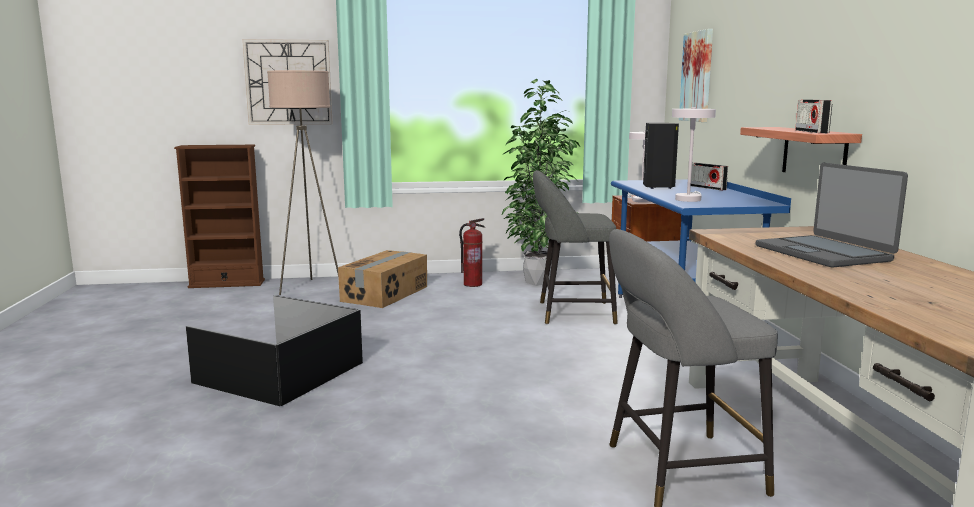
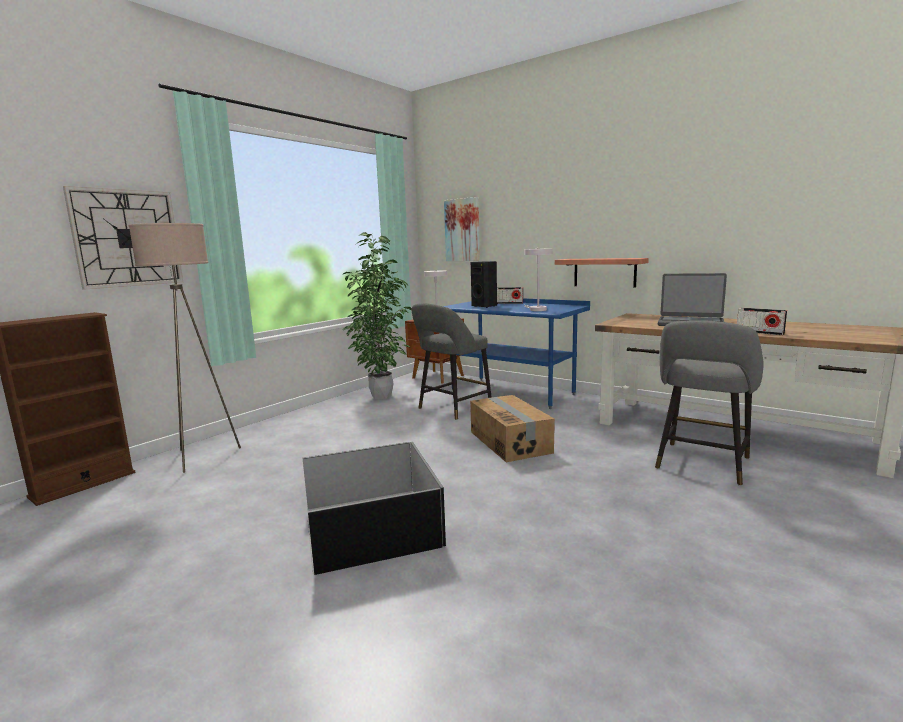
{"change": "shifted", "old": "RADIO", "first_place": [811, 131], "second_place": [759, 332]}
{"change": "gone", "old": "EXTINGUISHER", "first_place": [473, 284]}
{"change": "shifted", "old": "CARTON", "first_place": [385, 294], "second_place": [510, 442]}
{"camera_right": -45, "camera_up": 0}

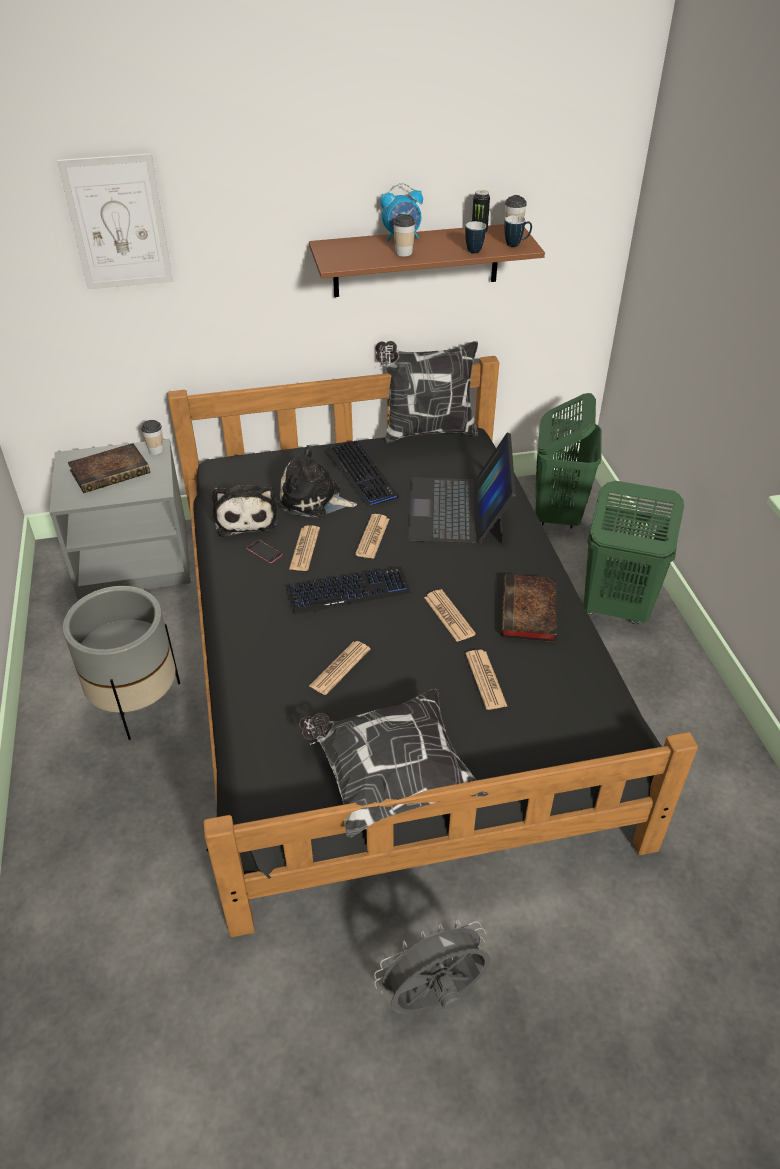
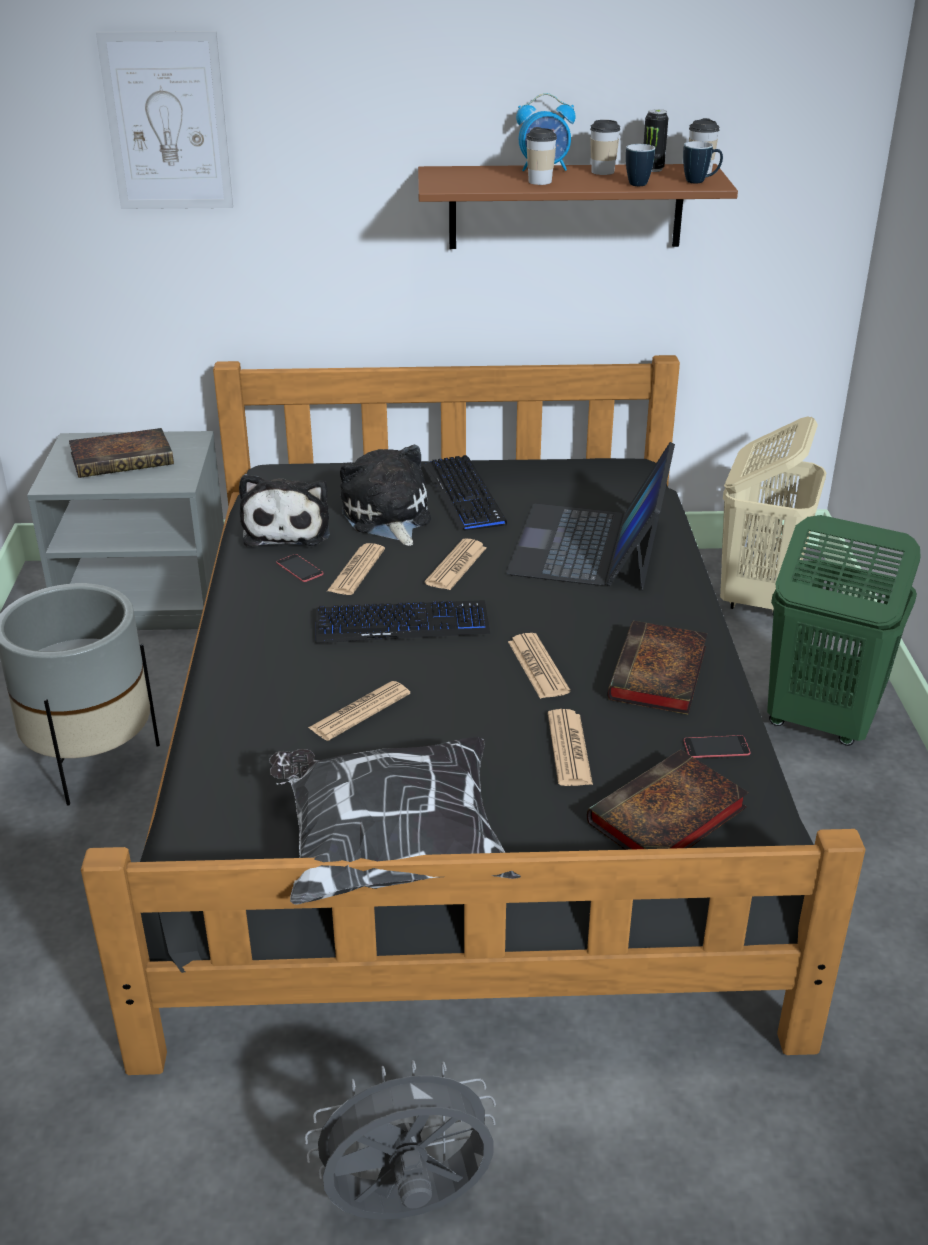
{"change": "gone", "old": "PILLOW", "first_place": [426, 431]}
{"change": "repainted", "old": "GREEN-COLOURED LAUNDRY BASKET", "new": "SAND-COLOURED LAUNDRY BASKET", "first_place": [557, 513], "second_place": [757, 597]}
{"change": "shifted", "old": "CUP", "first_place": [156, 450], "second_place": [602, 172]}
{"change": "rotated", "old": "CUDDLY TOY", "first_place": [313, 500], "second_place": [387, 517], "degrees": 45}
{"change": "new", "new": "TELEPHONE", "second_place": [716, 747]}
{"change": "new", "new": "BOUND BOOK", "second_place": [665, 819]}
{"camera_right": 10, "camera_up": -10}

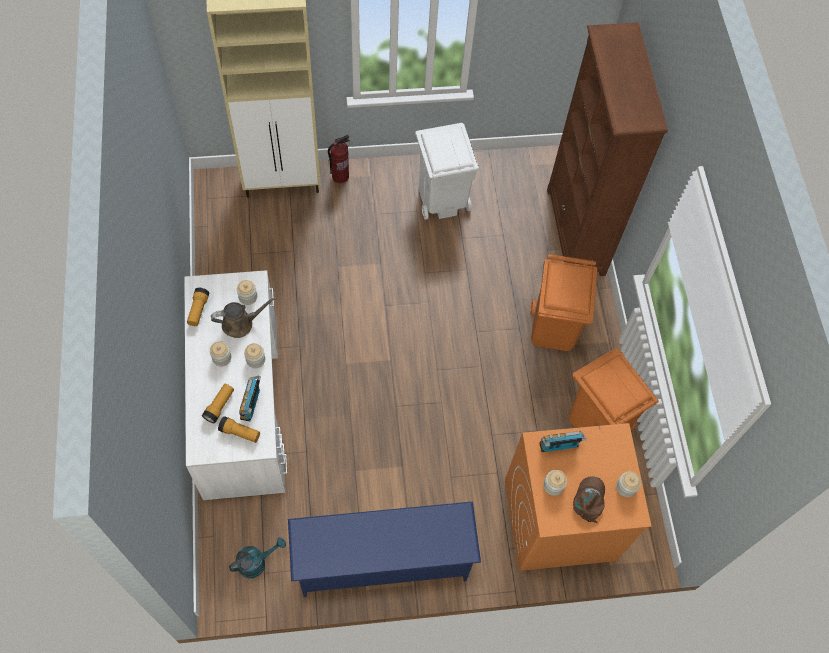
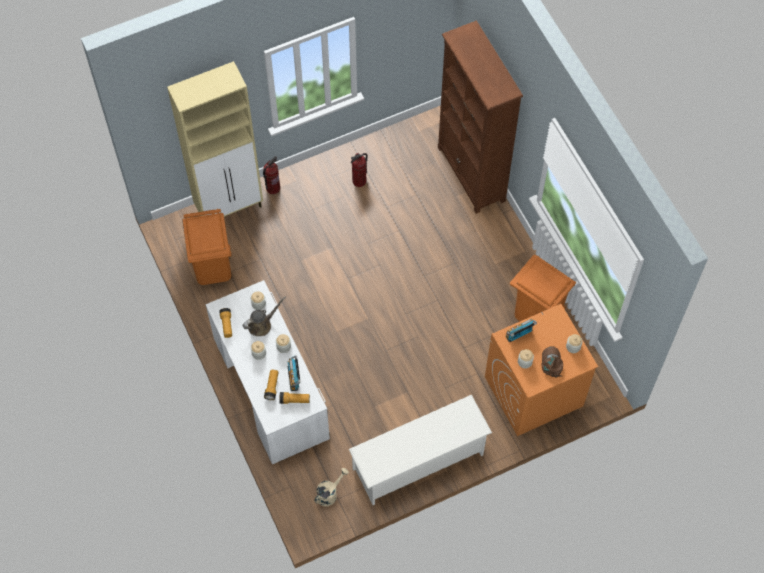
{"change": "swapped", "old": "WHITE RUBBISH BIN", "new": "EXTINGUISHER", "first_place": [441, 199], "second_place": [359, 181]}
{"change": "shifted", "old": "ORANGE-COLOURED RUBBISH BIN", "first_place": [554, 329], "second_place": [213, 267]}
{"change": "repainted", "old": "BLUE SHOE STAND", "new": "WHITE SHOE STAND", "first_place": [382, 560], "second_place": [418, 462]}
{"change": "repainted", "old": "TURQUOISE WATERING POT", "new": "SAND-COLOURED WATERING POT", "first_place": [257, 562], "second_place": [329, 493]}
{"camera_right": -15, "camera_up": 0}

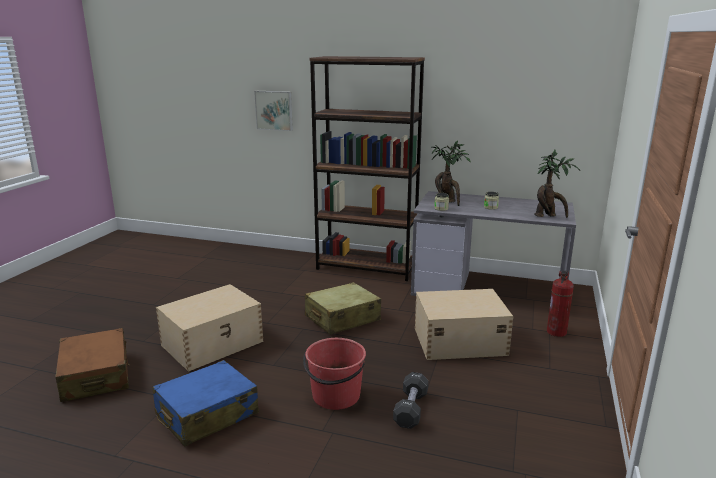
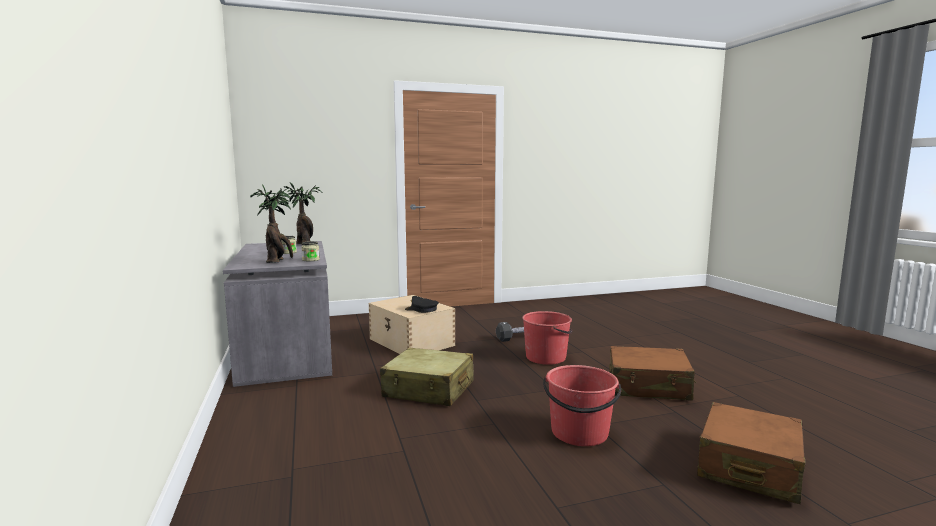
{"change": "gone", "old": "BROWNISH SHELVING UNIT", "first_place": [366, 267]}
{"change": "gone", "old": "WALL PICTURE", "first_place": [274, 110]}
{"change": "gone", "old": "EXTINGUISHER", "first_place": [557, 332]}
{"change": "swapped", "old": "SAND-COLOURED STORAGE CONTAINER", "new": "REDDISH WATER BUCKET", "first_place": [213, 343], "second_place": [579, 433]}
{"change": "repainted", "old": "BLUE TRAVEL CASE", "new": "BROWNISH TRAVEL CASE", "first_place": [206, 414], "second_place": [648, 386]}
{"change": "new", "new": "BLACK BASEBALL CAP", "second_place": [421, 309]}
{"camera_right": -125, "camera_up": -10}

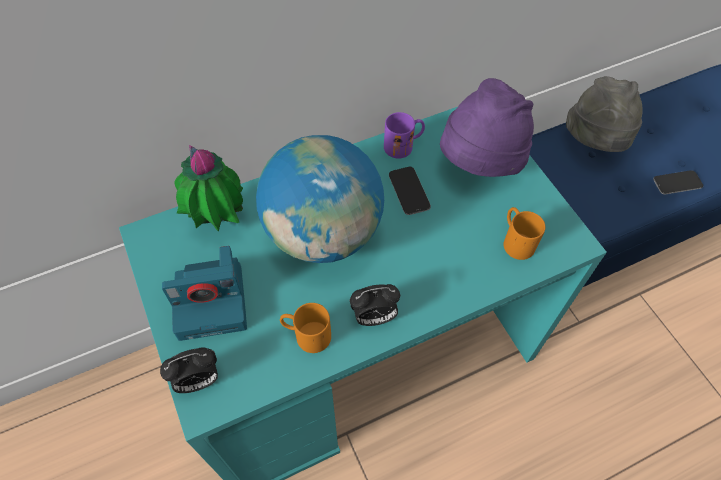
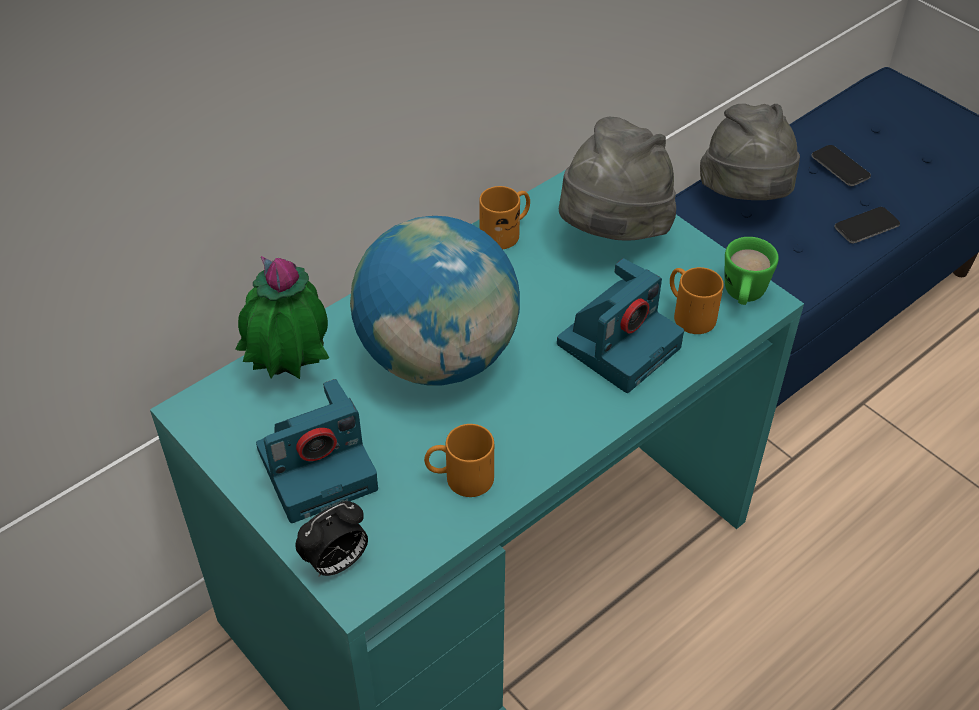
{"change": "repainted", "old": "PURPLE HAT", "new": "GREY HAT", "first_place": [479, 162], "second_place": [612, 233]}
{"change": "repainted", "old": "PURPLE MUG", "new": "ORANGE-COLOURED MUG", "first_place": [403, 145], "second_place": [506, 232]}
{"change": "shifted", "old": "TELEPHONE", "first_place": [409, 191], "second_place": [840, 167]}
{"change": "gone", "old": "BEDSIDE CLOCK", "first_place": [374, 317]}
{"change": "new", "new": "GREEN-COLOURED MUG", "second_place": [743, 297]}
{"change": "new", "new": "PHOTO CAMERA", "second_place": [619, 344]}
{"camera_right": -15, "camera_up": -10}

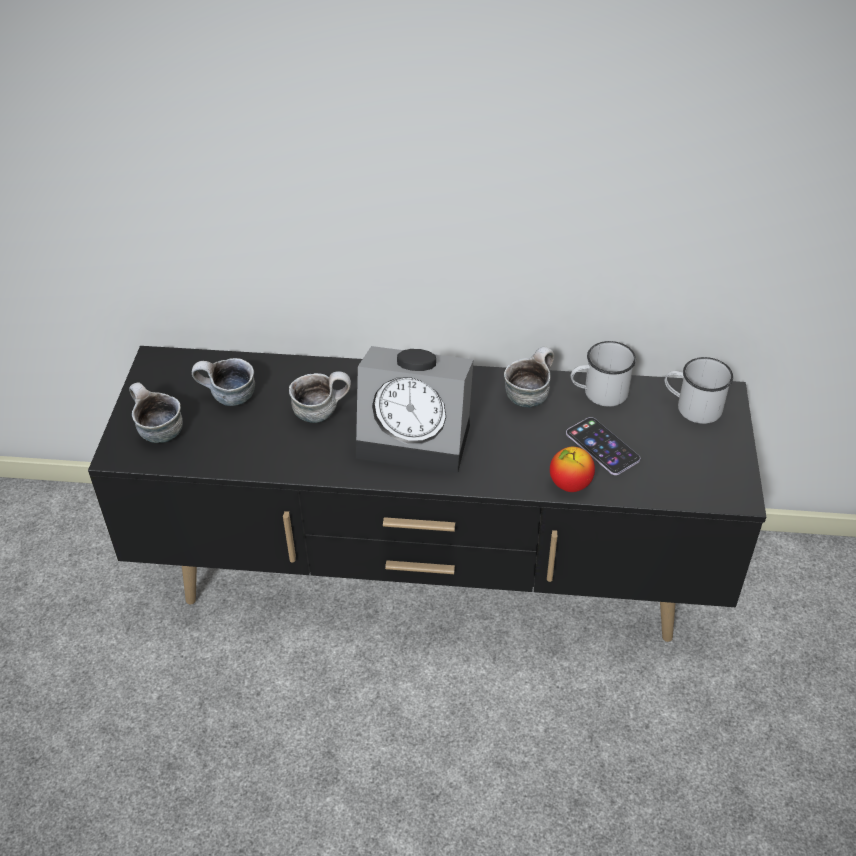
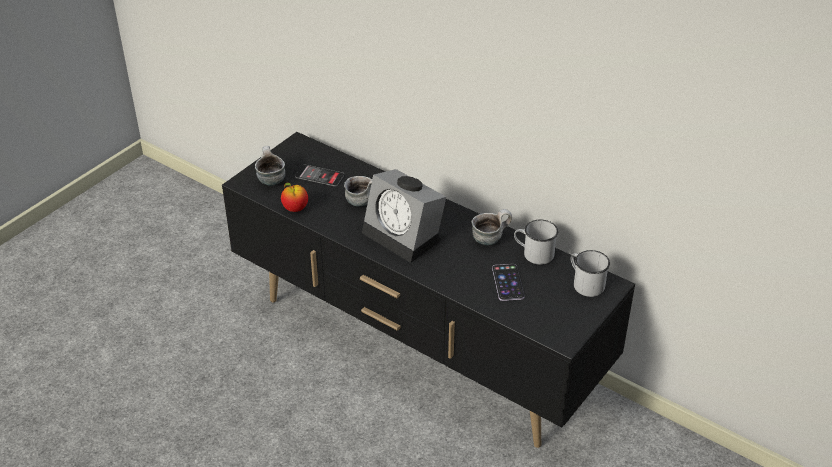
{"change": "swapped", "old": "MUG", "new": "TELEPHONE", "first_place": [227, 398], "second_place": [319, 176]}
{"change": "shifted", "old": "APPLE", "first_place": [570, 485], "second_place": [295, 209]}
{"camera_right": 30, "camera_up": -5}

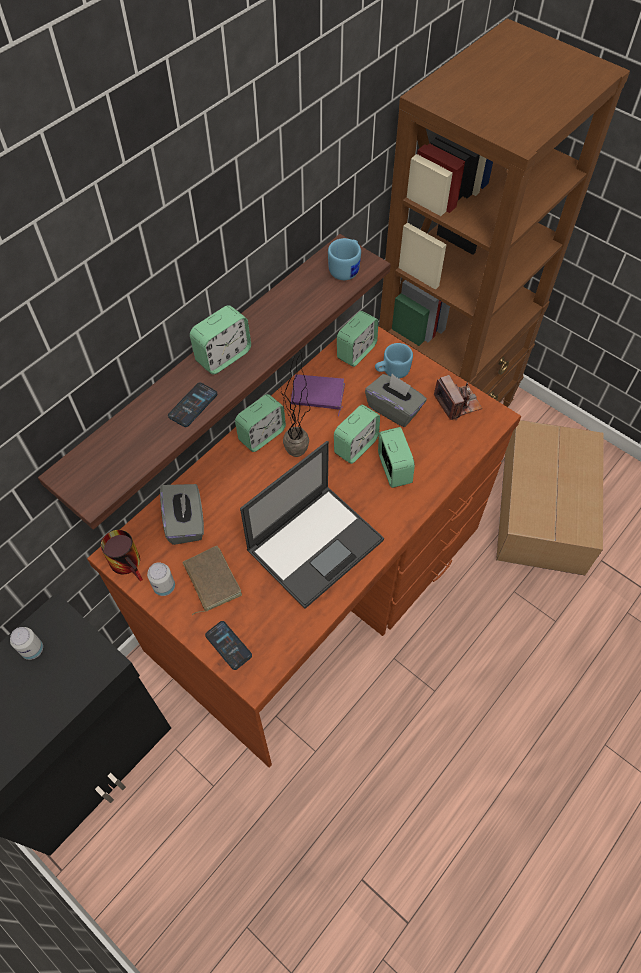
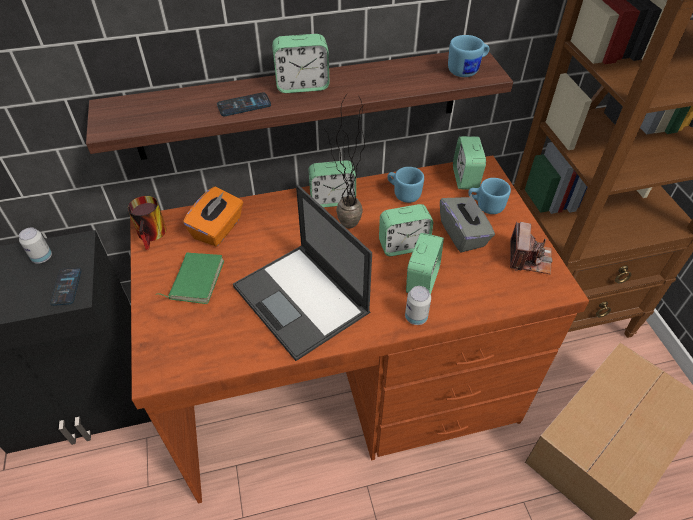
{"change": "rotated", "old": "BEDSIDE CLOCK", "first_place": [356, 352], "second_place": [465, 178], "degrees": 105}
{"change": "swapped", "old": "PURPLE BOUND BOOK", "new": "BLUE MUG", "first_place": [317, 395], "second_place": [403, 193]}
{"change": "rotated", "old": "PORTABLE COMPUTER", "first_place": [316, 544], "second_place": [302, 300], "degrees": 60}
{"change": "repainted", "old": "GREY BOX OF TISSUES", "new": "ORANGE-COLOURED BOX OF TISSUES", "first_place": [185, 522], "second_place": [218, 229]}
{"change": "repainted", "old": "BROWNISH BOUND BOOK", "new": "GREEN-COLOURED BOUND BOOK", "first_place": [210, 580], "second_place": [195, 279]}
{"change": "shifted", "old": "CAN", "first_place": [164, 587], "second_place": [416, 317]}
{"change": "shifted", "old": "TELEPHONE", "first_place": [228, 645], "second_place": [66, 287]}
{"camera_right": 35, "camera_up": -10}

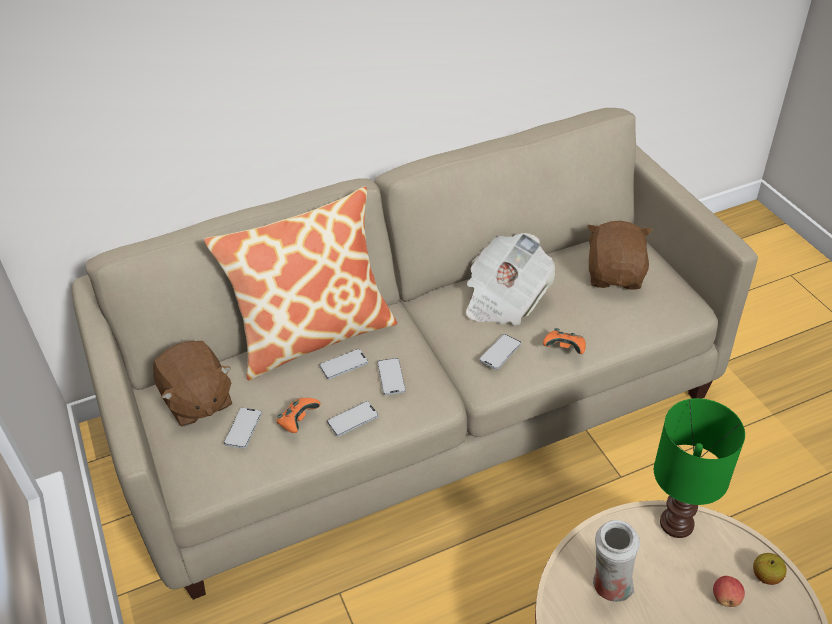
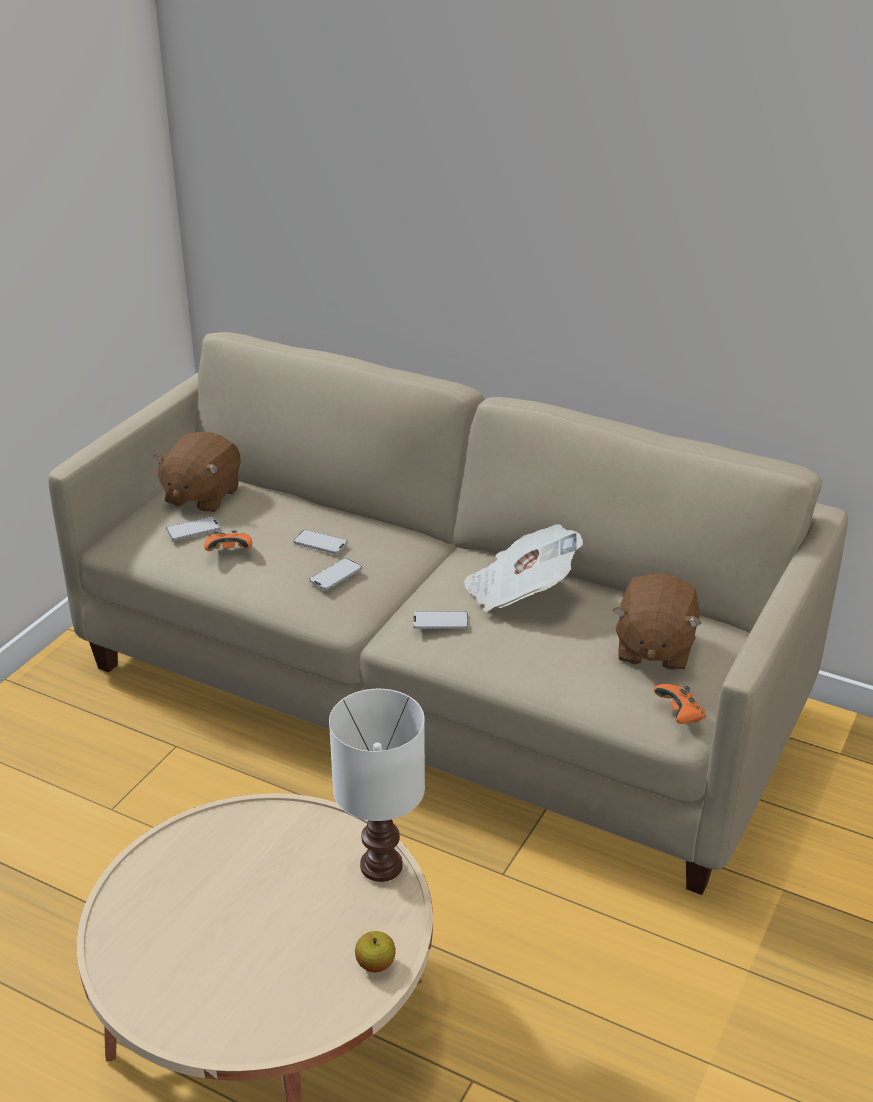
{"change": "gone", "old": "PILLOW", "first_place": [314, 335]}
{"change": "rotated", "old": "BROWNISH CUDDLY TOY", "first_place": [615, 275], "second_place": [653, 648], "degrees": 135}
{"change": "shifted", "old": "ORANGE-COLOURED GAMEPAD", "first_place": [565, 349], "second_place": [680, 715]}
{"change": "repainted", "old": "GREEN-COLOURED LAMP FOR A TABLE", "new": "WHITE LAMP FOR A TABLE", "first_place": [676, 522], "second_place": [383, 865]}
{"change": "gone", "old": "TELEPHONE", "first_place": [353, 419]}
{"change": "gone", "old": "WHITE FLOWER VASE", "first_place": [610, 587]}
{"change": "gone", "old": "APPLE", "first_place": [725, 598]}
{"camera_right": 50, "camera_up": -10}

